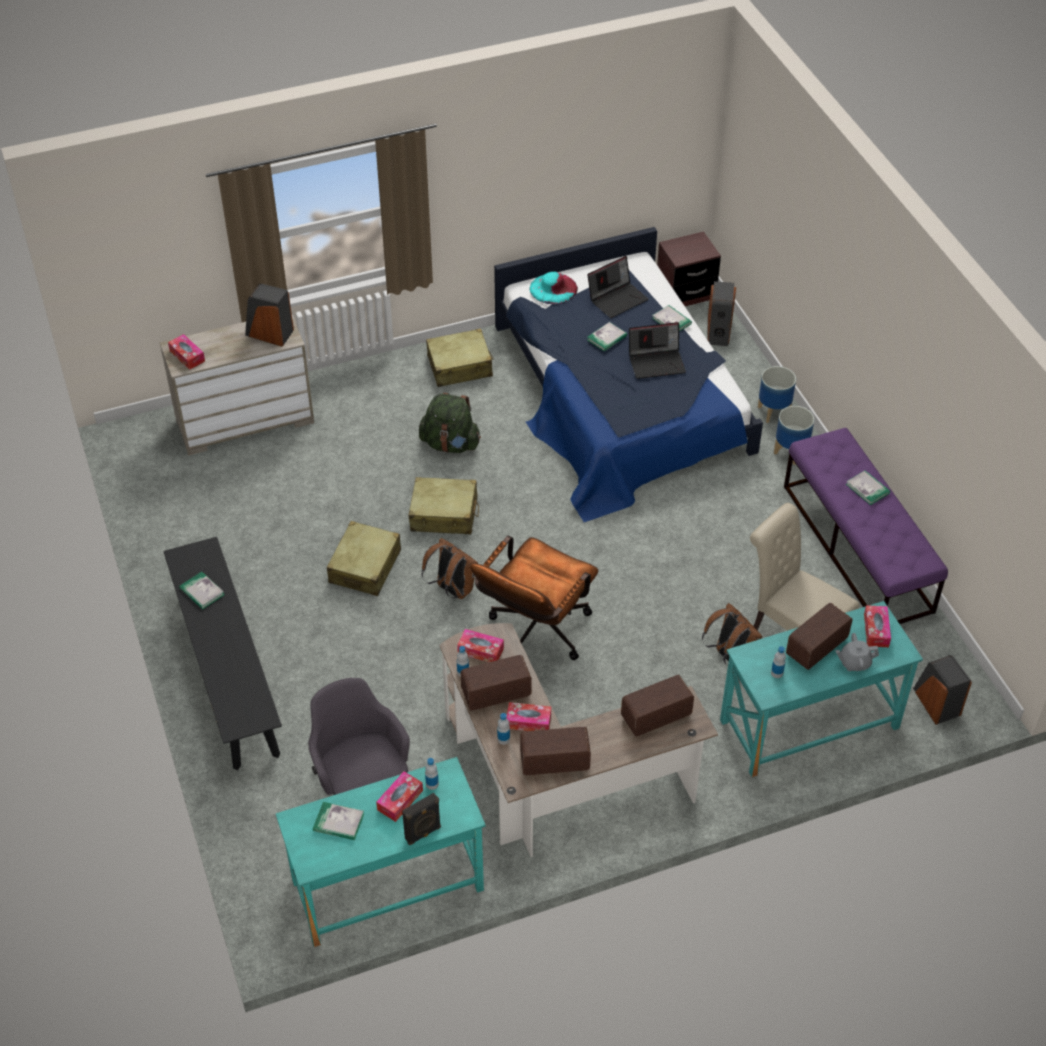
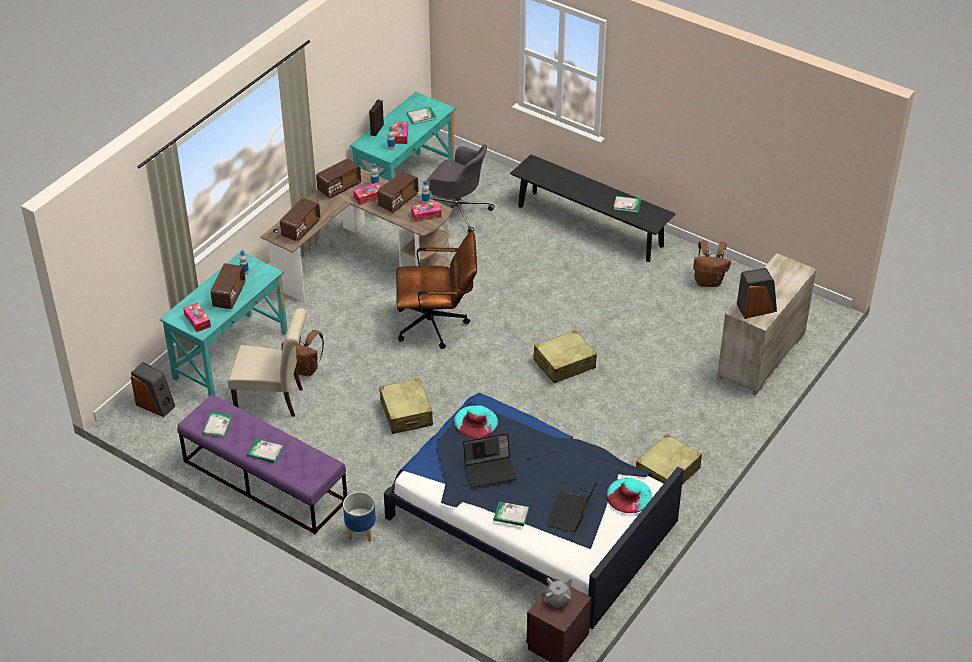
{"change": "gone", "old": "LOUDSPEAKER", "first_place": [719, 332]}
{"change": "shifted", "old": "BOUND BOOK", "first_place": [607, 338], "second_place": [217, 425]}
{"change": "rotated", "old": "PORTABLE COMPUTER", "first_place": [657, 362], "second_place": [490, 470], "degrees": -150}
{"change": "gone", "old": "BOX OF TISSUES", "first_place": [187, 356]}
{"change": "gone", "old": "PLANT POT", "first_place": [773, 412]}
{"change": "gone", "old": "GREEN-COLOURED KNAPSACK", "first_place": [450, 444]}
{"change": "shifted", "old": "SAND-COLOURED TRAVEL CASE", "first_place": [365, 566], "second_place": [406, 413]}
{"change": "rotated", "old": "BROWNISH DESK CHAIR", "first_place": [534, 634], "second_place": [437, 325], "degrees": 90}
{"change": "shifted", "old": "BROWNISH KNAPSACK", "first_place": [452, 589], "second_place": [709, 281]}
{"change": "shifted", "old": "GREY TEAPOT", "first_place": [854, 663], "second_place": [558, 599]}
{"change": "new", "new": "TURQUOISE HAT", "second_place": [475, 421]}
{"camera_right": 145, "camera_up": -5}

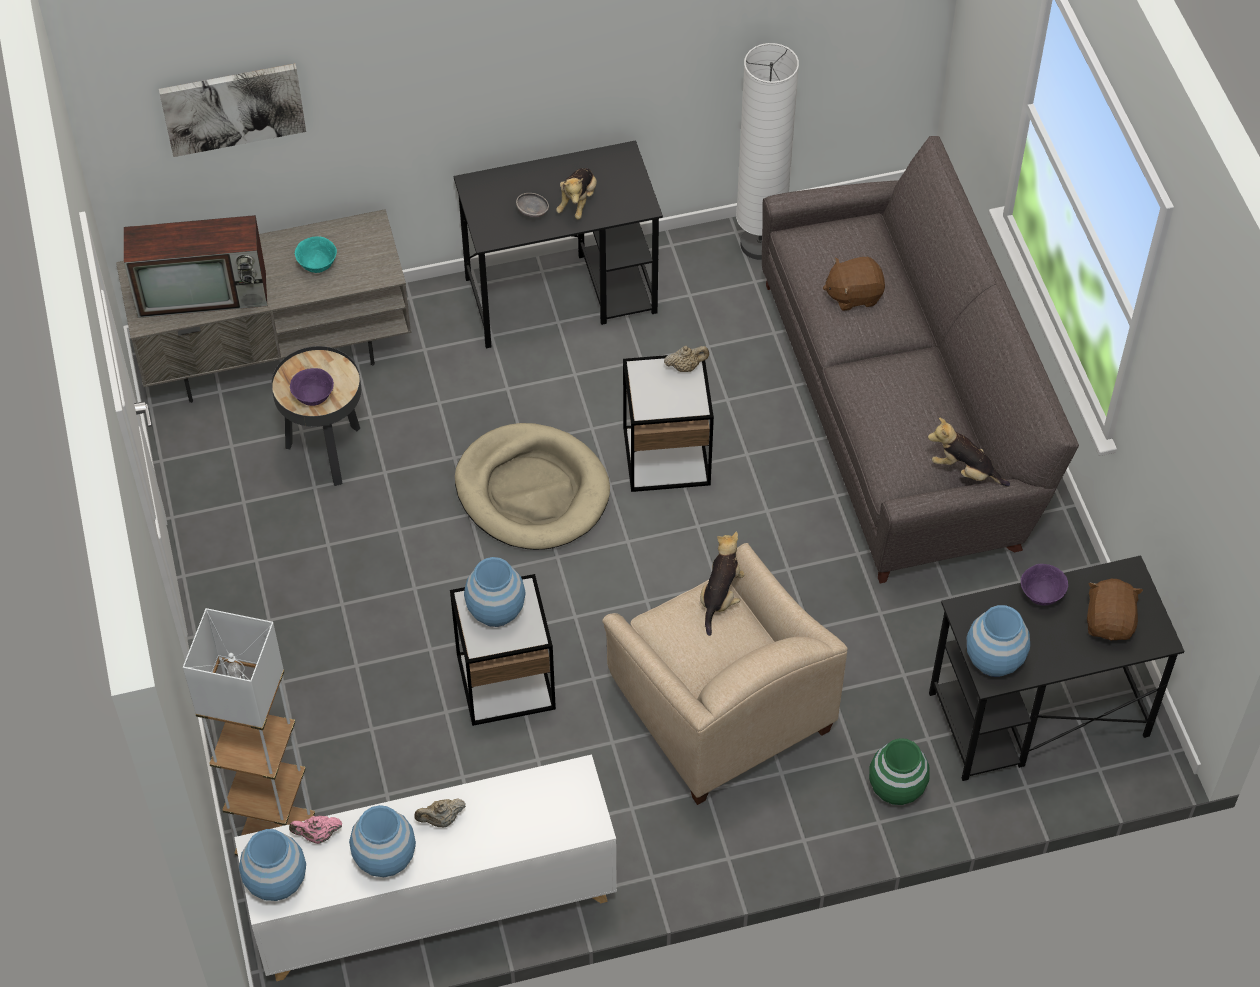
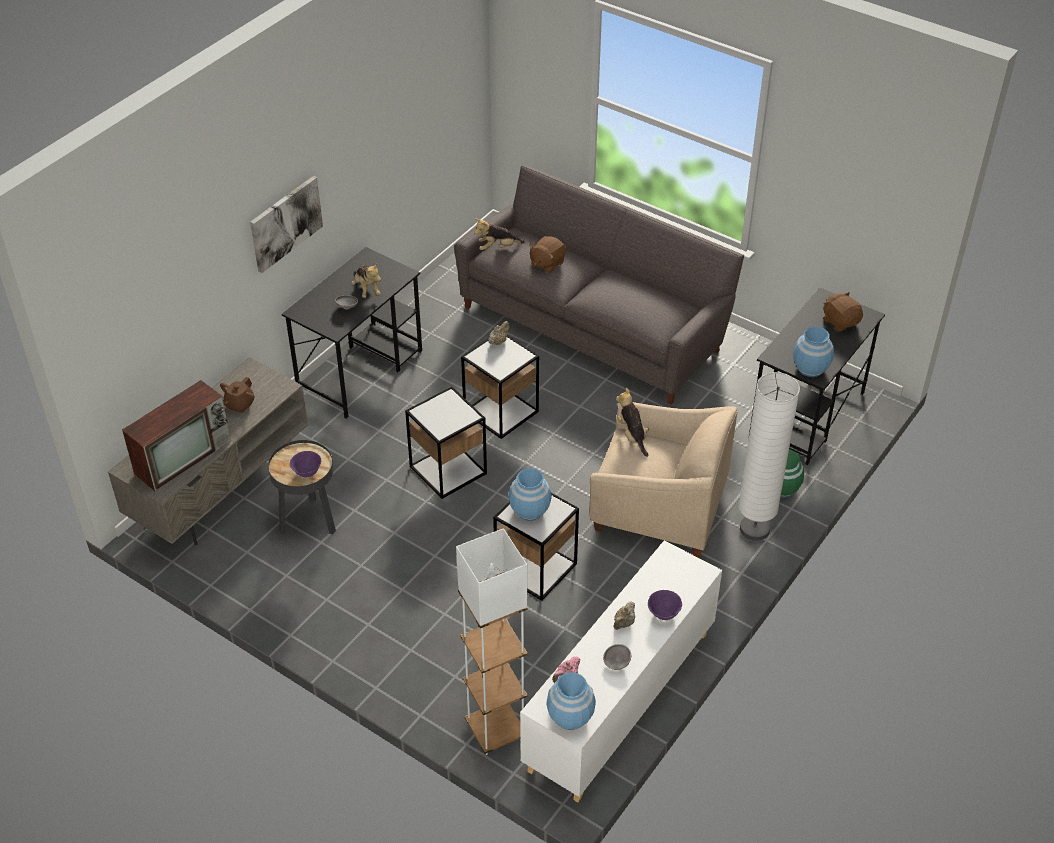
{"change": "shifted", "old": "WHITE STANDING LAMP", "first_place": [759, 245], "second_place": [754, 529]}
{"change": "shifted", "old": "WALL PICTURE", "first_place": [233, 108], "second_place": [285, 223]}
{"change": "swapped", "old": "TURQUOISE SERVING BOWL", "new": "BROWNISH TEAPOT", "first_place": [317, 265], "second_place": [239, 405]}
{"change": "shifted", "old": "CUDDLY TOY", "first_place": [964, 471], "second_place": [497, 247]}
{"change": "swapped", "old": "SAND-COLOURED DOG BED", "new": "SIDE TABLE", "first_place": [532, 491], "second_place": [448, 470]}
{"change": "shifted", "old": "PURPLE SERVING BOWL", "first_place": [1041, 595], "second_place": [663, 614]}
{"change": "swapped", "old": "BLUE FLOWER VASE", "new": "GREY SERVING BOWL", "first_place": [385, 858], "second_place": [616, 662]}
{"camera_right": -40, "camera_up": -10}

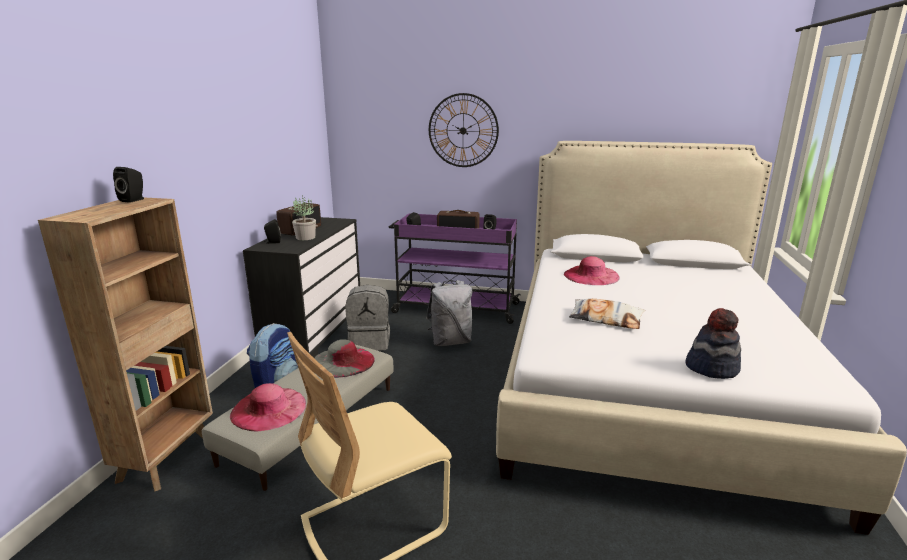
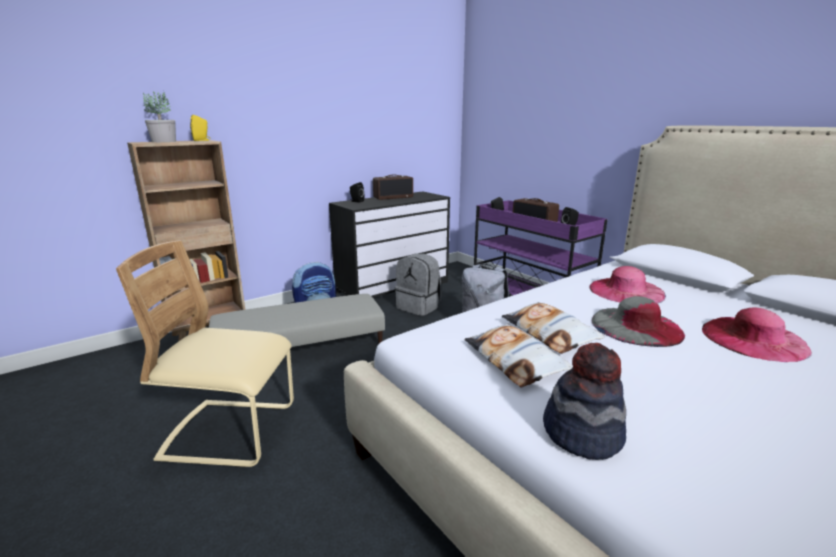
{"change": "gone", "old": "HANGING CLOCK", "first_place": [463, 130]}
{"change": "repainted", "old": "BLACK LOUDSPEAKER", "new": "YELLOW-COLOURED LOUDSPEAKER", "first_place": [134, 200], "second_place": [202, 140]}
{"change": "shifted", "old": "POTTED PLANT", "first_place": [305, 237], "second_place": [164, 141]}
{"change": "shifted", "old": "GREY HAT", "first_place": [343, 361], "second_place": [636, 326]}
{"change": "shifted", "old": "PINKISH HAT", "first_place": [268, 409], "second_place": [753, 339]}
{"change": "new", "new": "PILLOW", "second_place": [514, 360]}
{"camera_right": 40, "camera_up": 0}

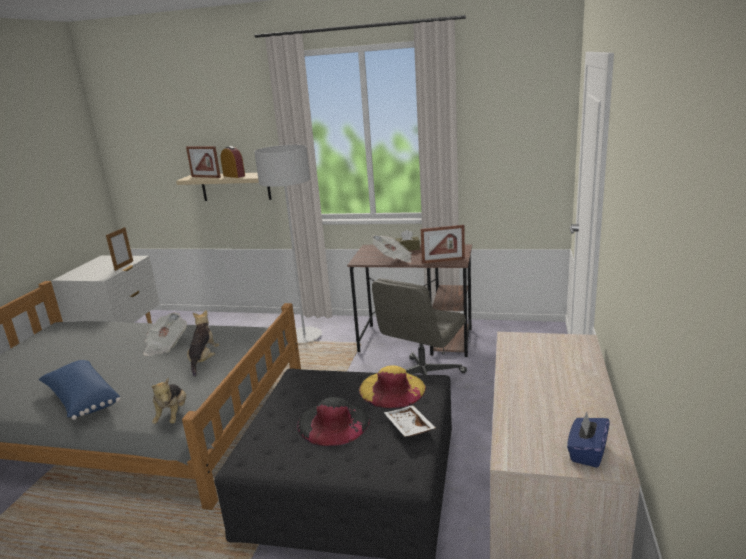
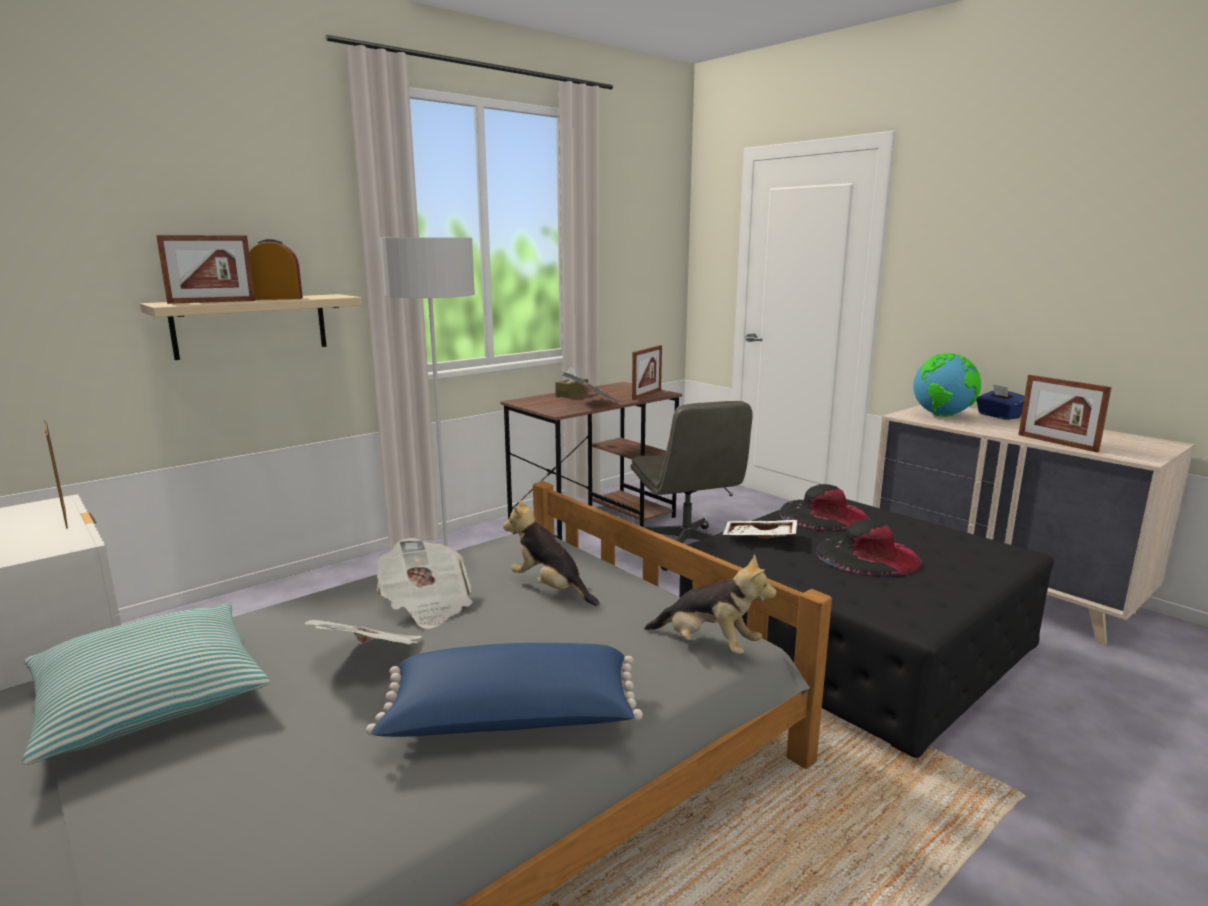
{"change": "repainted", "old": "YELLOW-COLOURED HAT", "new": "BLACK HAT", "first_place": [392, 389], "second_place": [823, 515]}
{"change": "shifted", "old": "WHITE CARRYING TRAY", "first_place": [408, 427], "second_place": [759, 538]}
{"change": "shifted", "old": "BLUE BOX OF TISSUES", "first_place": [587, 452], "second_place": [998, 416]}
{"change": "new", "new": "DESK GLOBE", "second_place": [942, 416]}
{"change": "new", "new": "PICTURE FRAME", "second_place": [1057, 443]}
{"change": "new", "new": "PILLOW", "second_place": [150, 698]}
{"change": "new", "new": "DAILY PAPER", "second_place": [371, 658]}
{"camera_right": -55, "camera_up": -5}

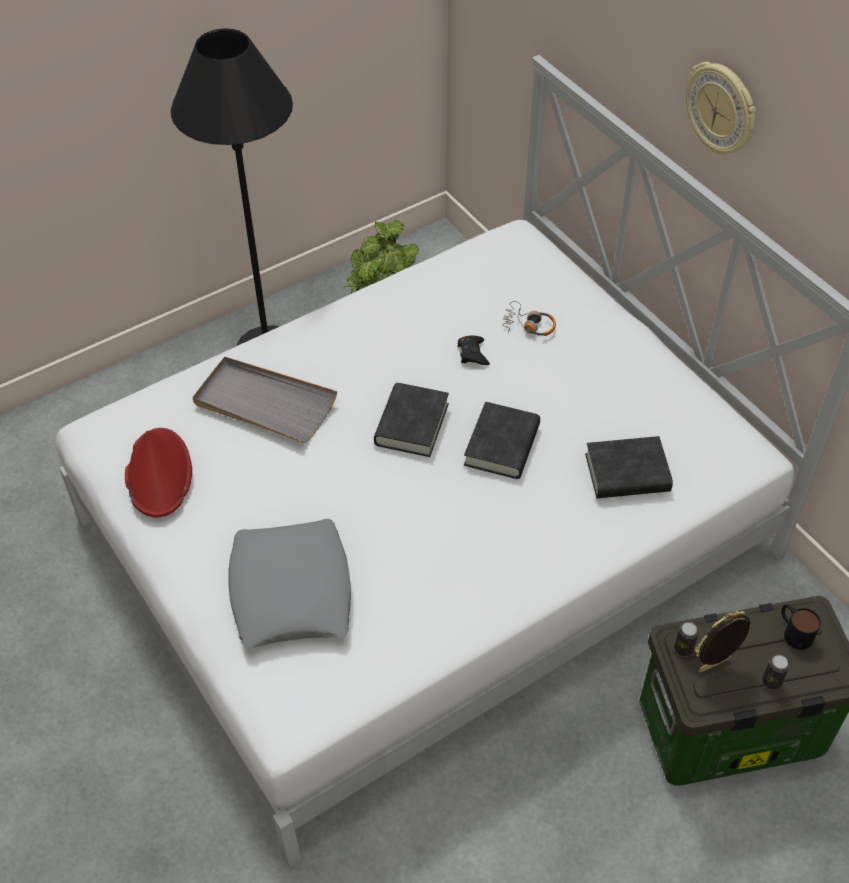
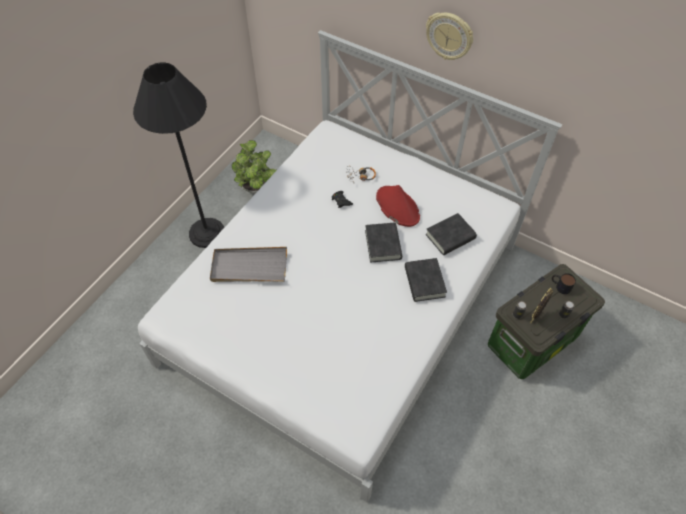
{"change": "shifted", "old": "BLACK BOUND BOOK", "first_place": [411, 424], "second_place": [424, 282]}
{"change": "shifted", "old": "REDDISH HAT", "first_place": [158, 473], "second_place": [397, 206]}
{"change": "gone", "old": "GREY PILLOW", "first_place": [291, 591]}
{"camera_right": -25, "camera_up": 5}

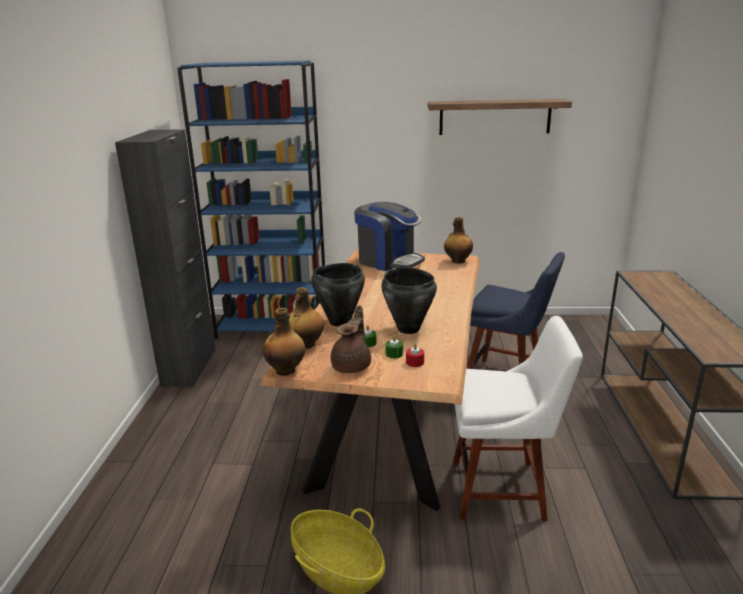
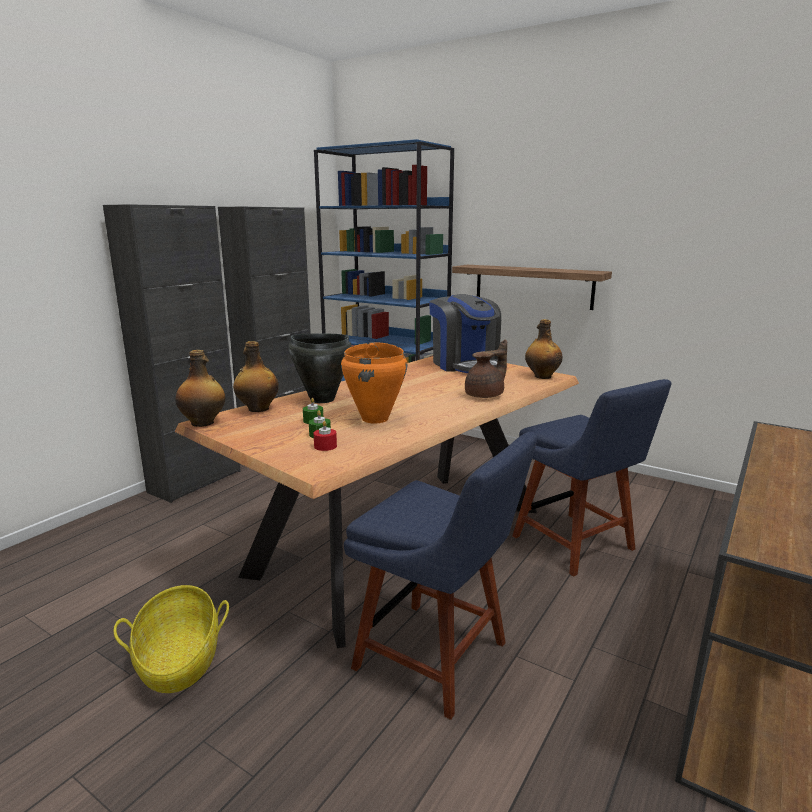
{"change": "shifted", "old": "SHELF", "first_place": [495, 117], "second_place": [533, 286]}
{"change": "repainted", "old": "BLACK SAUCEPOT", "new": "ORANGE-COLOURED SAUCEPOT", "first_place": [408, 329], "second_place": [375, 419]}
{"change": "shifted", "old": "BROWNISH TEAPOT", "first_place": [352, 366], "second_place": [486, 395]}
{"change": "repainted", "old": "WHITE UPRIGHT CHAIR", "new": "BLUE UPRIGHT CHAIR", "first_place": [503, 489], "second_place": [438, 658]}
{"change": "new", "new": "BLACK CABINET", "second_place": [195, 481]}
{"camera_right": 30, "camera_up": -5}

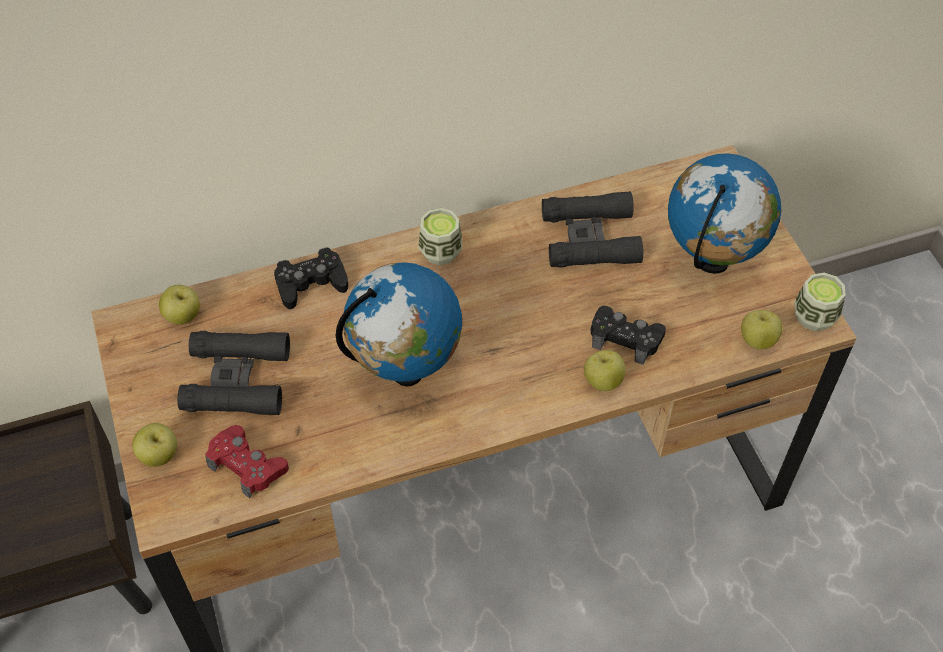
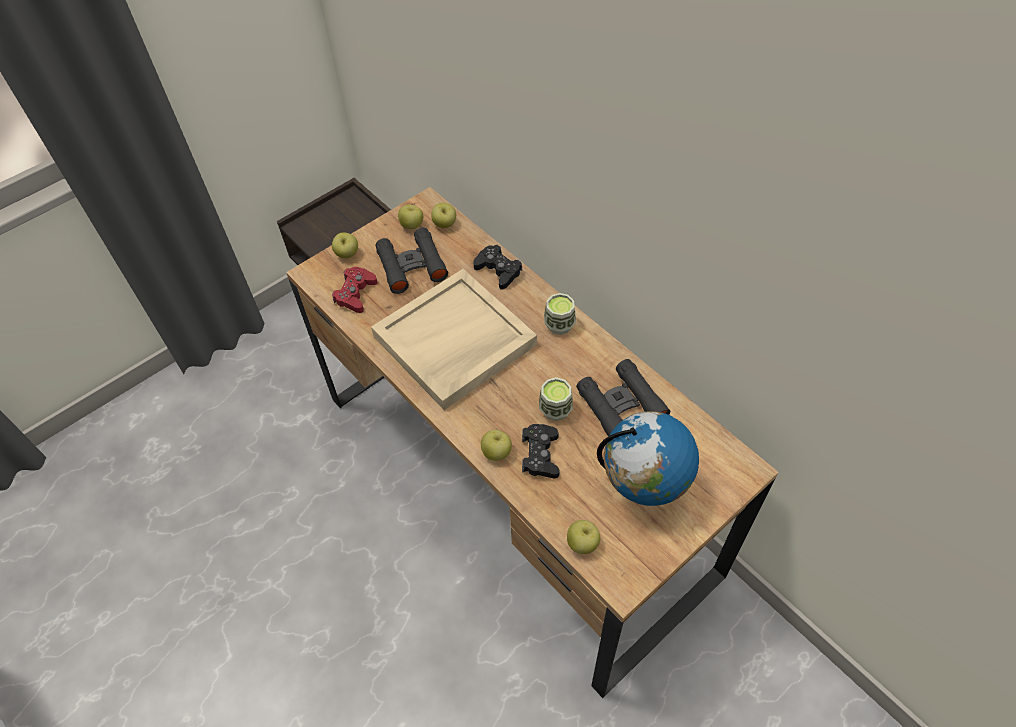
{"change": "swapped", "old": "DESK GLOBE", "new": "SAND-COLOURED CARRYING TRAY", "first_place": [406, 371], "second_place": [454, 342]}
{"change": "shifted", "old": "CUP", "first_place": [814, 317], "second_place": [555, 409]}
{"change": "new", "new": "APPLE", "second_place": [412, 225]}
{"camera_right": 70, "camera_up": 0}

